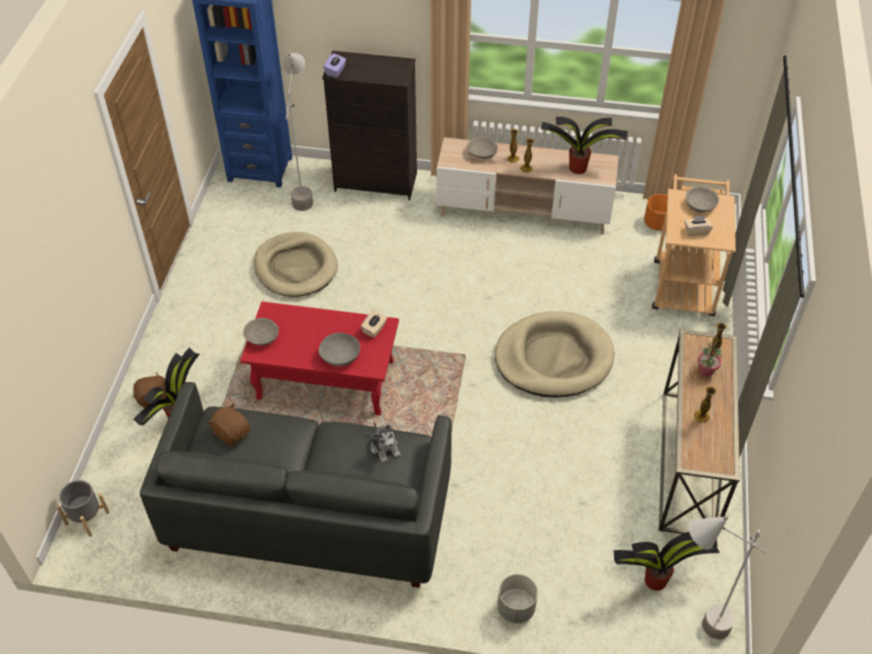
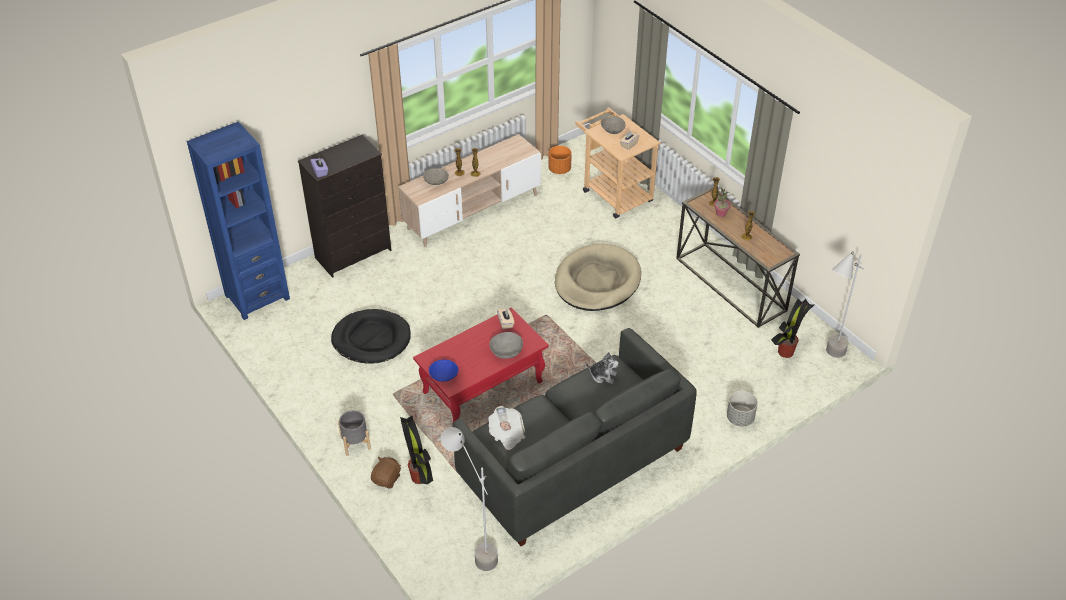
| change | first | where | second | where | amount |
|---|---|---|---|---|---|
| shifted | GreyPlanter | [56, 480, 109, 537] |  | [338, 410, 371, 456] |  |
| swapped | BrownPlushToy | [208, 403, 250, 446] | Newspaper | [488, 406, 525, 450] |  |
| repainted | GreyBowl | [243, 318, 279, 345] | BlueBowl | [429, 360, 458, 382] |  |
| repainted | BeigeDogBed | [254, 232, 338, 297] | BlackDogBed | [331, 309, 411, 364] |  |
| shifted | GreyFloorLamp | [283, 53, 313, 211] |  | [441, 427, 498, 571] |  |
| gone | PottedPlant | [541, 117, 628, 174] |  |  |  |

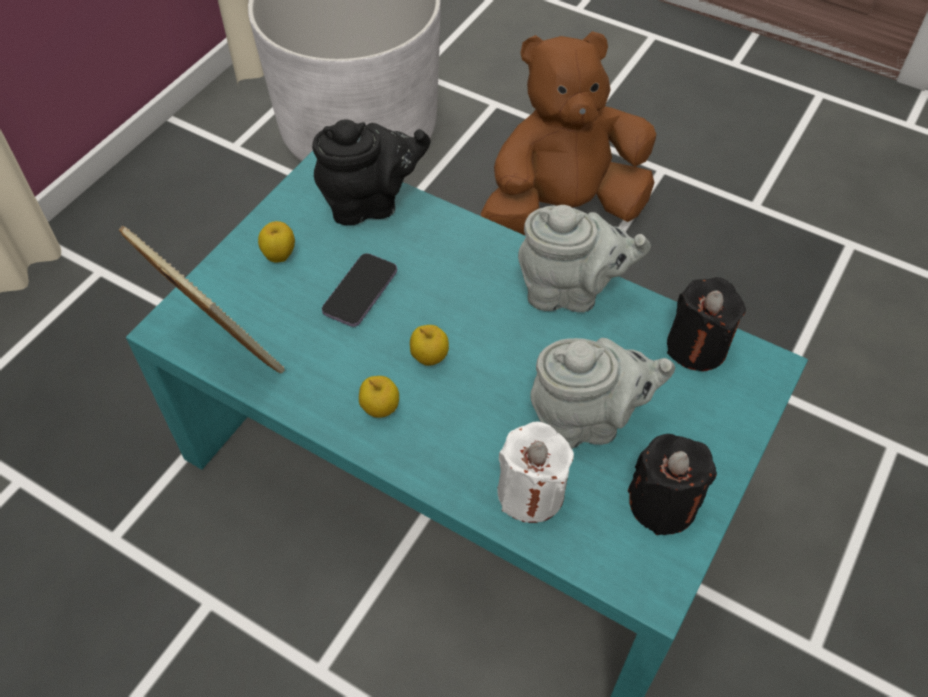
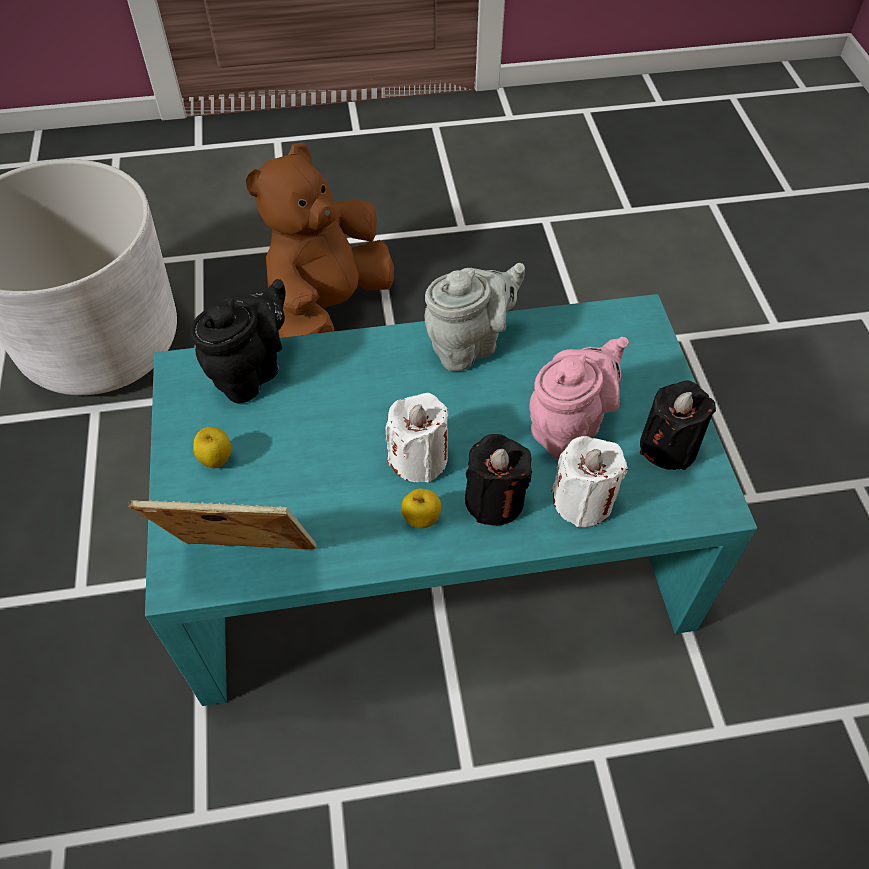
| change | first | where | second | where | amount |
|---|---|---|---|---|---|
| gone | Phone | [322, 253, 397, 327] |  |  |  |
| swapped | Apple | [410, 325, 449, 366] | WhiteCandle | [386, 393, 448, 483] |  |
| repainted | GreyTeapot | [530, 338, 675, 449] | PinkTeapot | [529, 337, 629, 460] |  |
| shifted | BlackCandle | [667, 277, 746, 371] |  | [465, 434, 532, 526] |  |

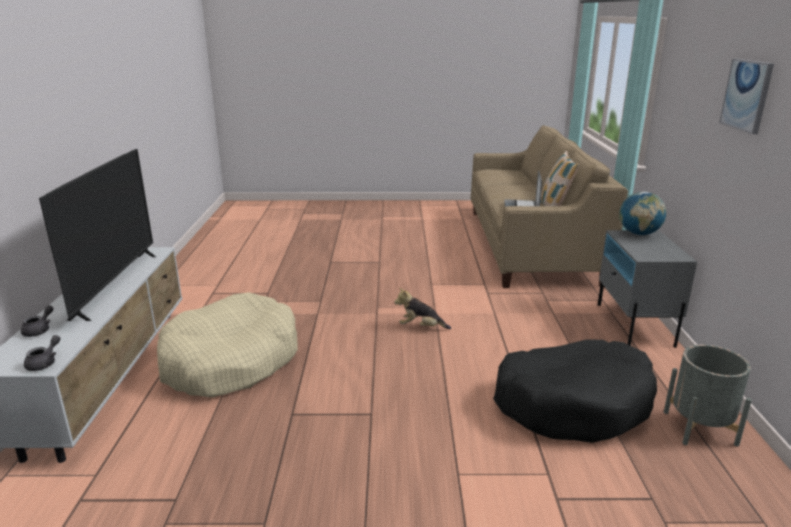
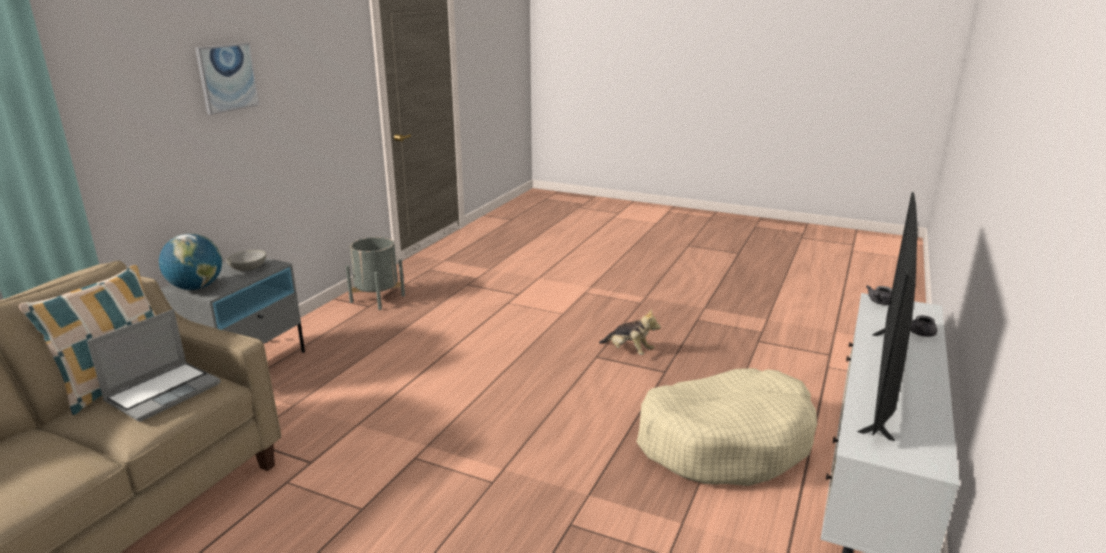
| change | first | where | second | where | amount |
|---|---|---|---|---|---|
| shifted | PlushToy | [394, 288, 451, 329] |  | [599, 309, 661, 355] |  |
| gone | BlackDogBed | [493, 340, 657, 443] |  |  |  |
| new |  |  | GreyBowl | [226, 250, 266, 271] |  |

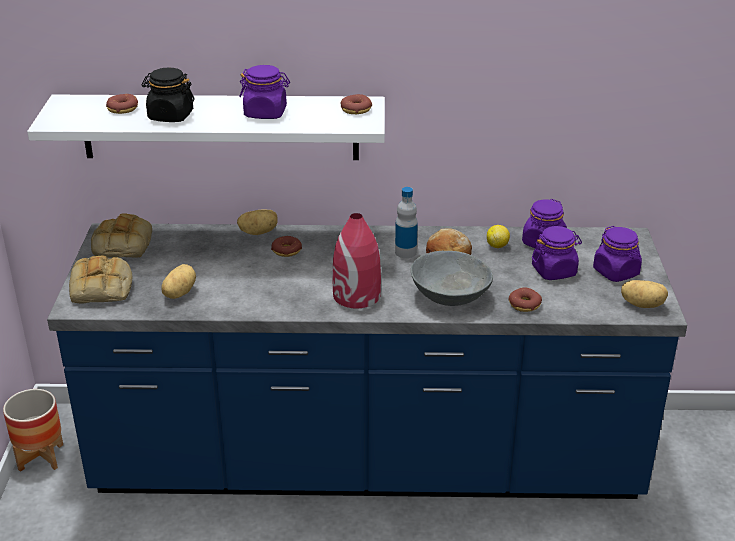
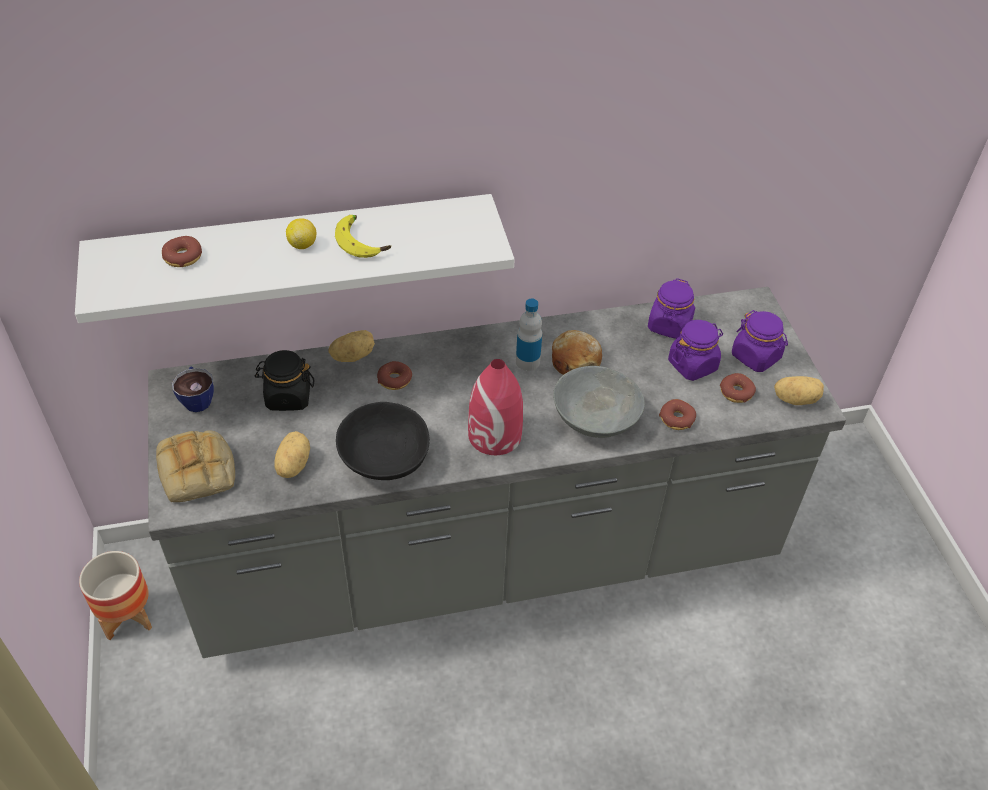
| change | first | where | second | where | amount |
|---|---|---|---|---|---|
| repainted | BlueCounter | [47, 223, 687, 499] | GreyCounter | [148, 287, 846, 658] |  |
| swapped | Bread | [91, 213, 152, 258] | Cup | [172, 366, 214, 412] |  |
| shifted | BlackJar | [141, 68, 195, 122] |  | [255, 350, 314, 411] |  |
| swapped | PurpleJar | [239, 65, 290, 119] | Banana | [335, 215, 391, 258] |  |
| shifted | Donut | [341, 94, 372, 114] |  | [720, 373, 756, 403] |  |
| shifted | Lemon | [487, 225, 510, 248] |  | [286, 218, 316, 249] |  |
| new |  |  | BlackBowl | [336, 402, 430, 480] |  |

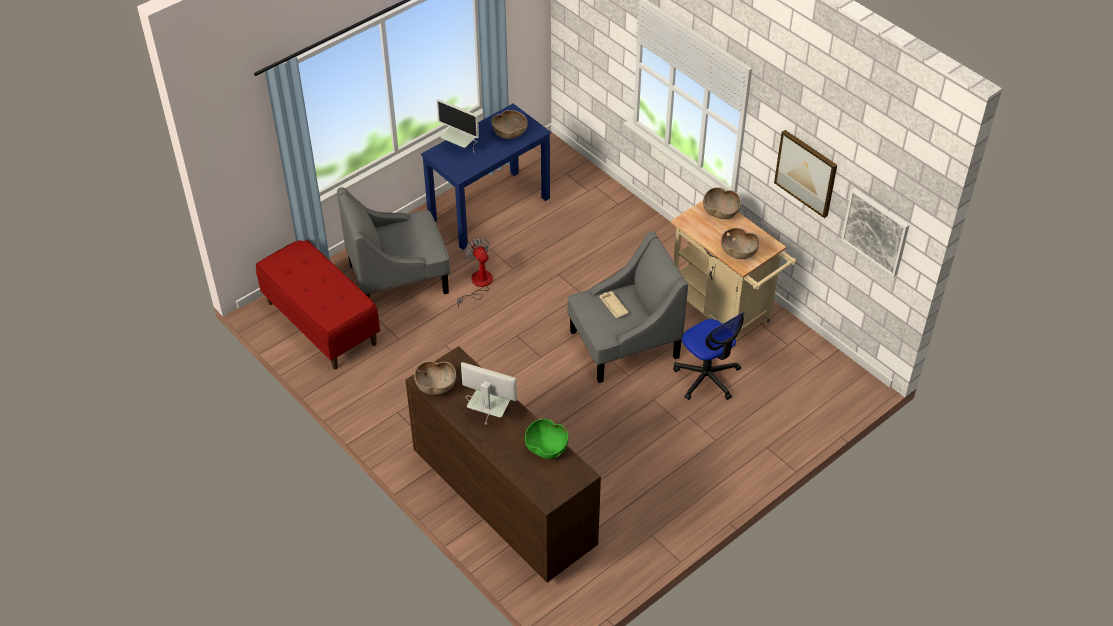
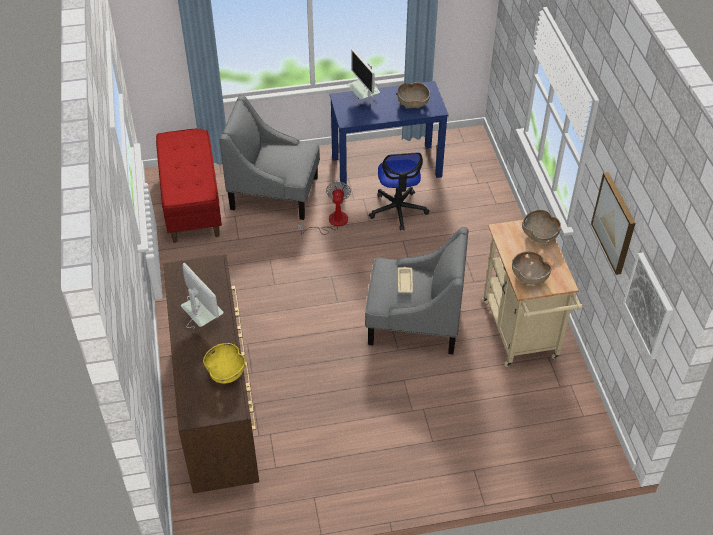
| change | first | where | second | where | amount |
|---|---|---|---|---|---|
| gone | BrownBowl | [414, 361, 456, 395] |  |  |  |
| repainted | GreenBowl | [525, 419, 568, 459] | YellowBowl | [203, 343, 245, 384] |  |
| shifted | OfficeChair | [673, 312, 745, 400] |  | [369, 153, 429, 231] |  |

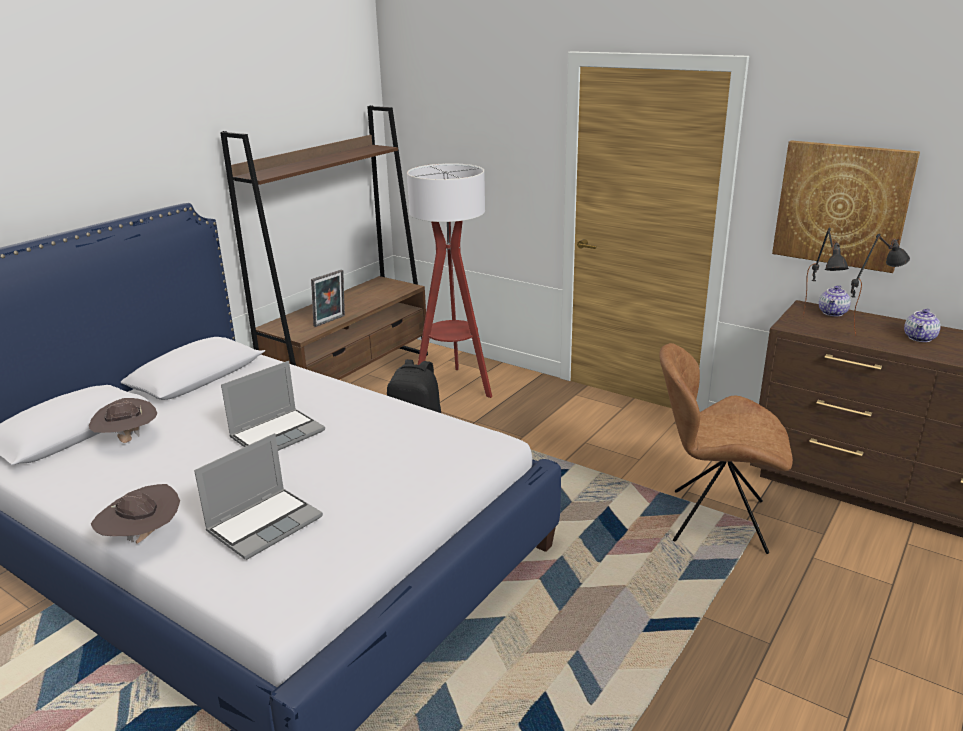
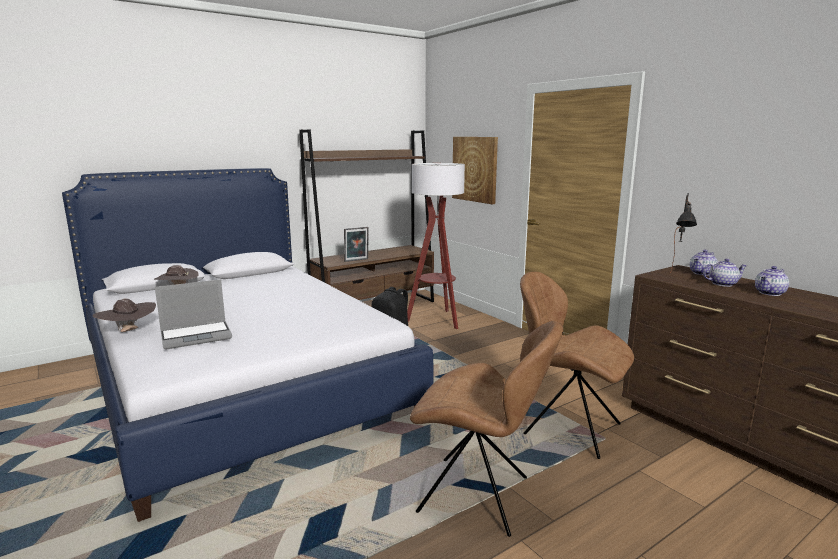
| change | first | where | second | where | amount |
|---|---|---|---|---|---|
| gone | Laptop | [221, 361, 325, 451] |  |  |  |
| shifted | Picture | [772, 140, 920, 273] |  | [452, 137, 498, 204] |  |
| swapped | BlackTableLamp | [851, 233, 910, 336] | Teapot | [703, 259, 747, 287] |  |
| new |  |  | BrownChair | [410, 321, 563, 537] |  |

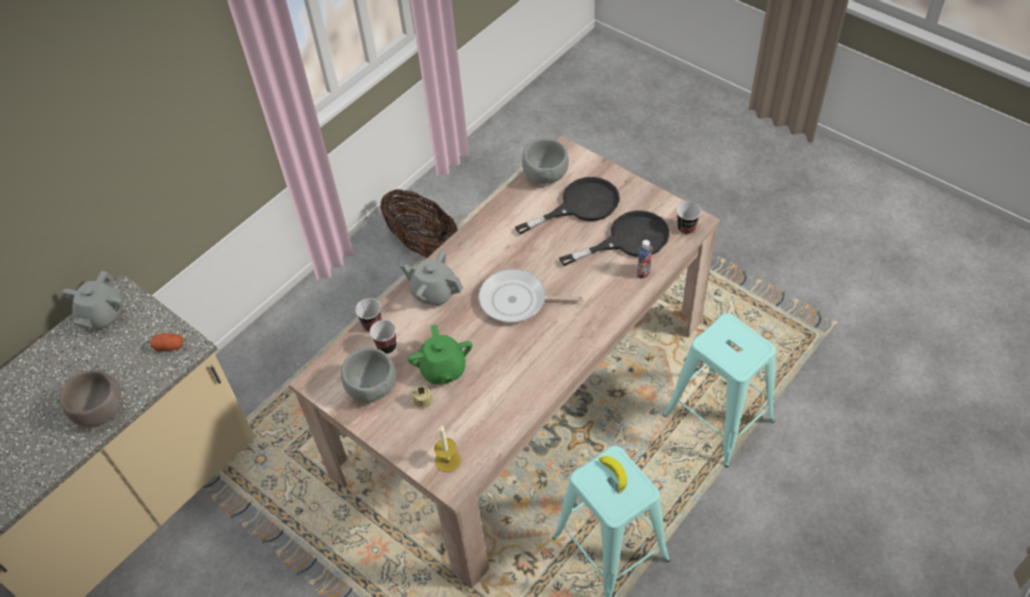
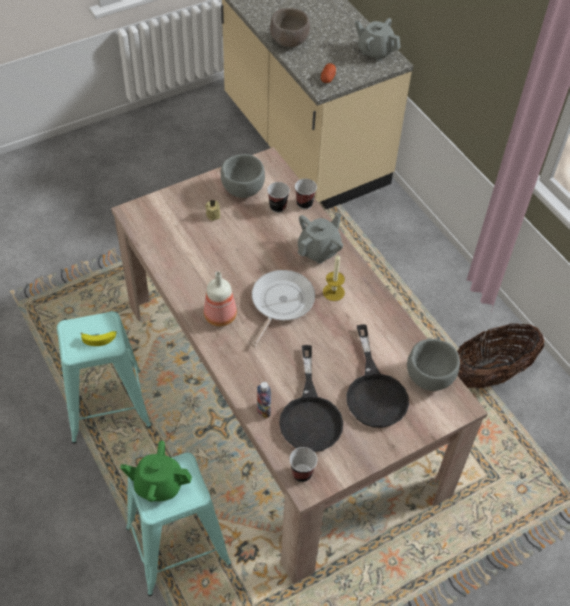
| change | first | where | second | where | amount |
|---|---|---|---|---|---|
| shifted | GreenTeapot | [407, 325, 472, 384] |  | [120, 440, 192, 502] |  |
| shifted | Candle | [434, 425, 461, 472] |  | [323, 255, 345, 301] |  |
| new |  |  | Bottle | [204, 271, 237, 326] |  |

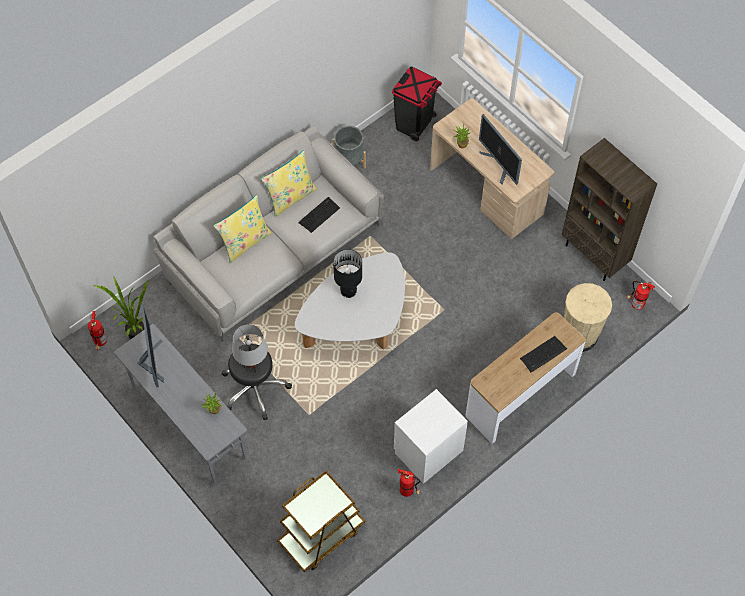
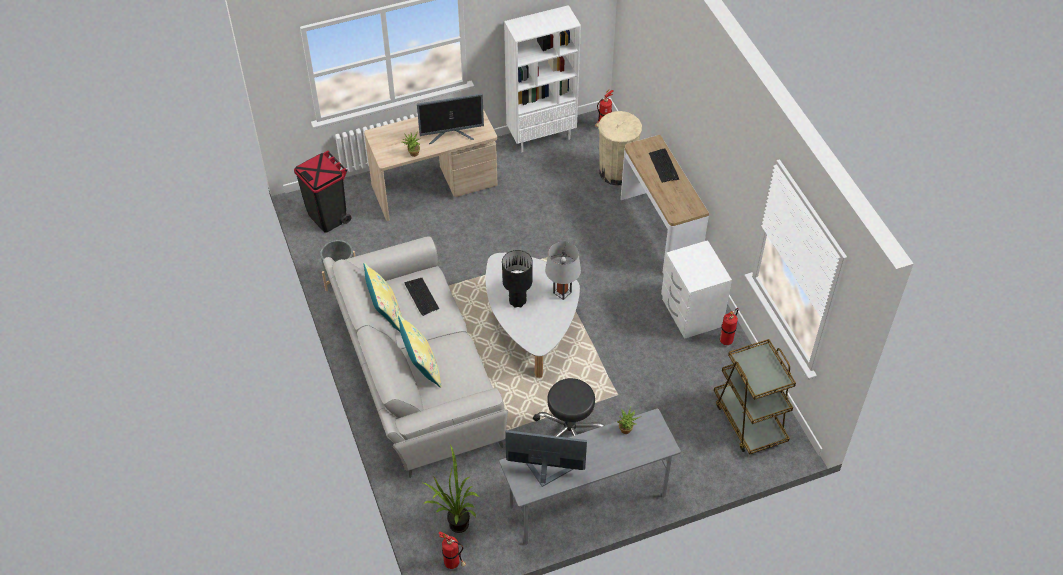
| change | first | where | second | where | amount |
|---|---|---|---|---|---|
| shifted | GreyTableLamp | [232, 324, 268, 373] |  | [545, 241, 581, 300] |  |
| repainted | BrownBookcase | [562, 138, 657, 281] | WhiteBookcase | [504, 5, 581, 152] |  |

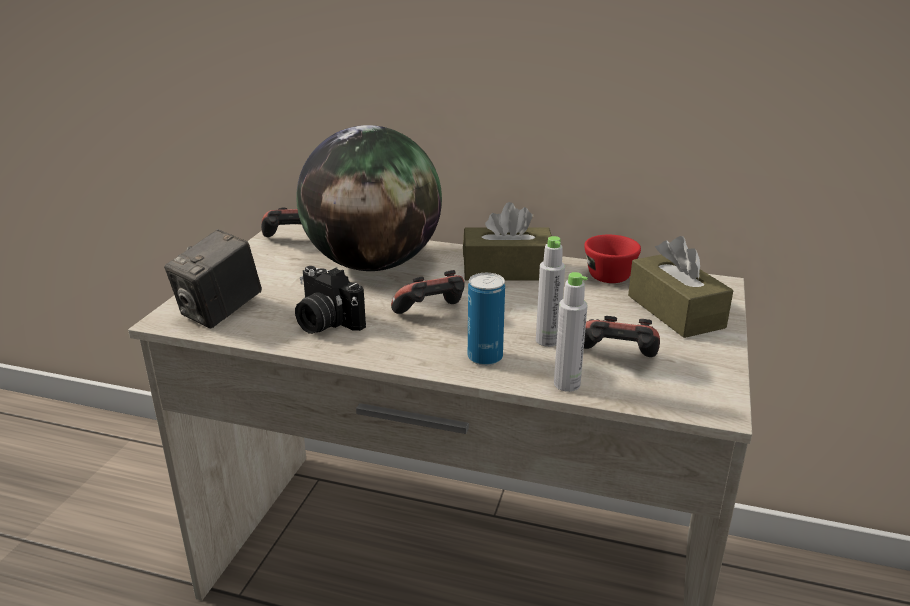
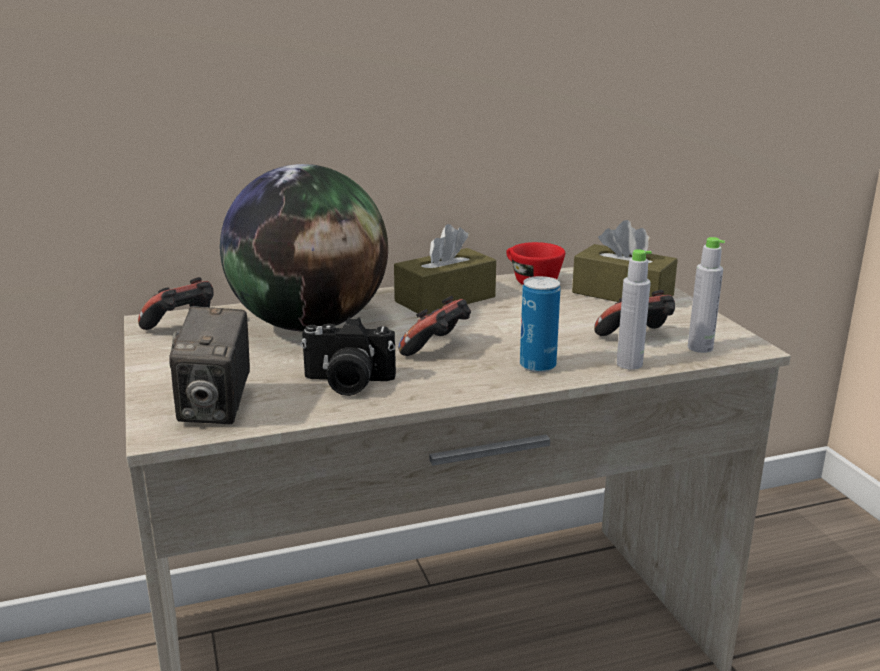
| change | first | where | second | where | amount |
|---|---|---|---|---|---|
| shifted | GreyBottle | [536, 236, 565, 347] |  | [688, 237, 725, 353] |  |

